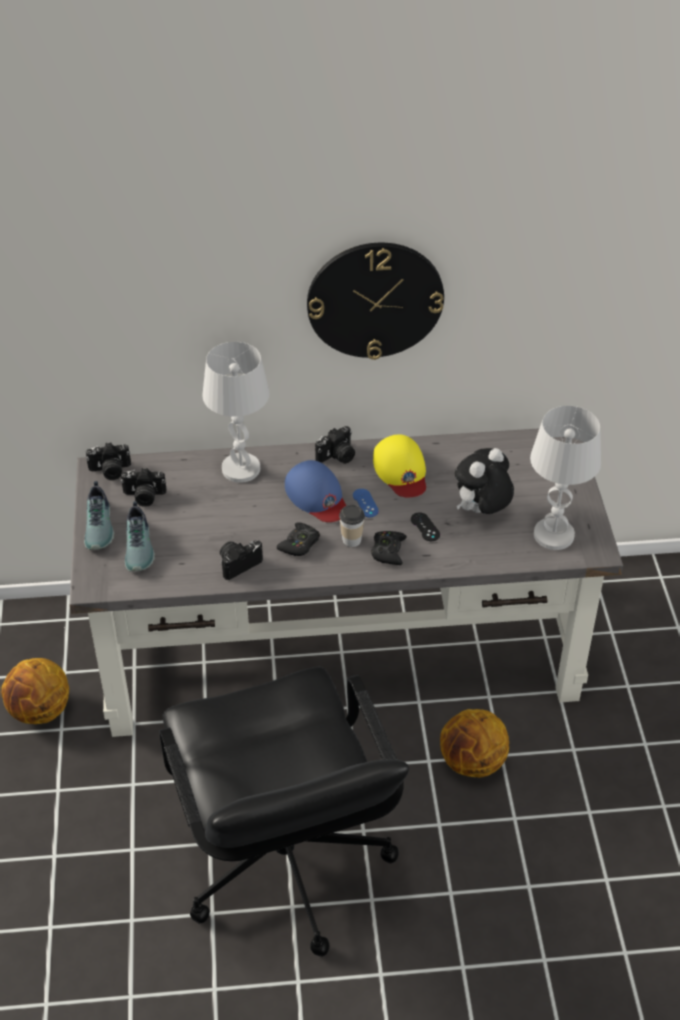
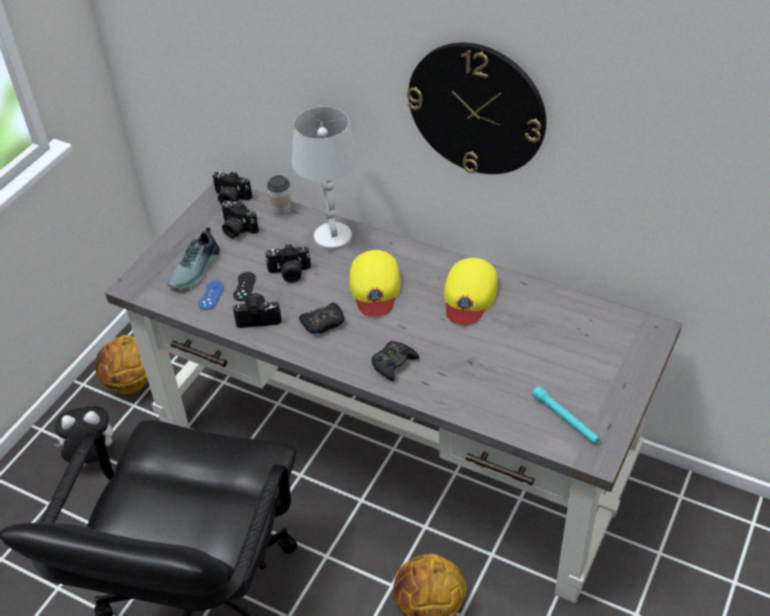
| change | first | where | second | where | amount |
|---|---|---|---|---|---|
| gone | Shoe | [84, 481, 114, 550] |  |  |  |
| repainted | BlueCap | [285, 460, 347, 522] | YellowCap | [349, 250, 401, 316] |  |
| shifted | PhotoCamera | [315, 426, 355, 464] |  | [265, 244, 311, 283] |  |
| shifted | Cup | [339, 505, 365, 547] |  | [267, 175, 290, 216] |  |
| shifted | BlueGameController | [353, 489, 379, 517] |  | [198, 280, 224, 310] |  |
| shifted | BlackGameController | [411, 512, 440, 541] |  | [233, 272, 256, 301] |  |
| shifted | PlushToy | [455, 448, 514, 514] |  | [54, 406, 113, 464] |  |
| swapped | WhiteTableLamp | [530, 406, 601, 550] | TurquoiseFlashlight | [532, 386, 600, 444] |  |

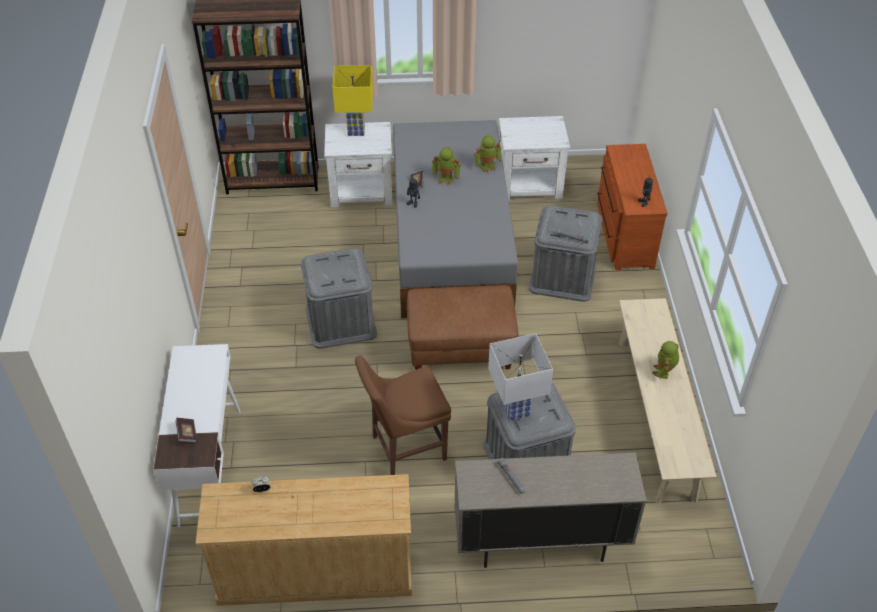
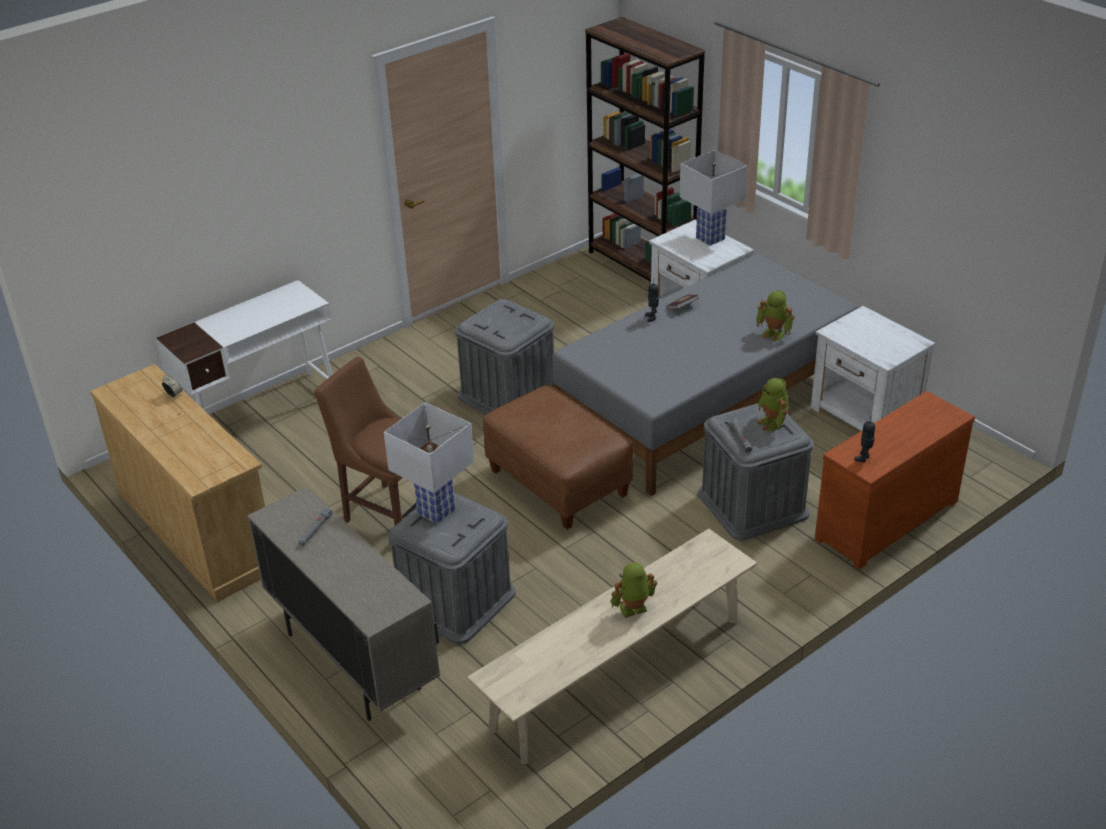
| change | first | where | second | where | amount |
|---|---|---|---|---|---|
| gone | Book | [175, 418, 197, 443] |  |  |  |
| repainted | YellowTableLamp | [332, 65, 373, 136] | WhiteTableLamp | [679, 150, 747, 246] |  |
| shifted | ToyRobot | [432, 147, 461, 185] |  | [757, 378, 788, 431] |  |

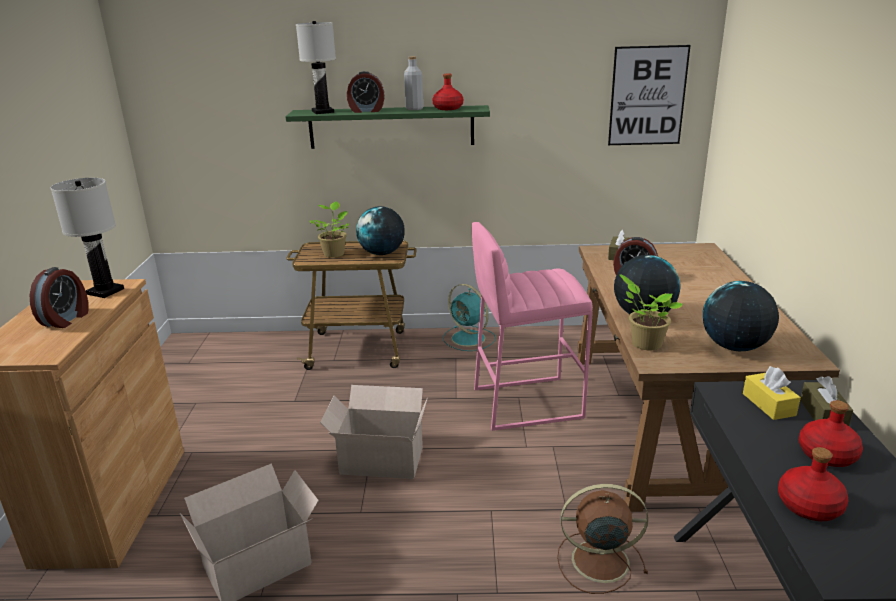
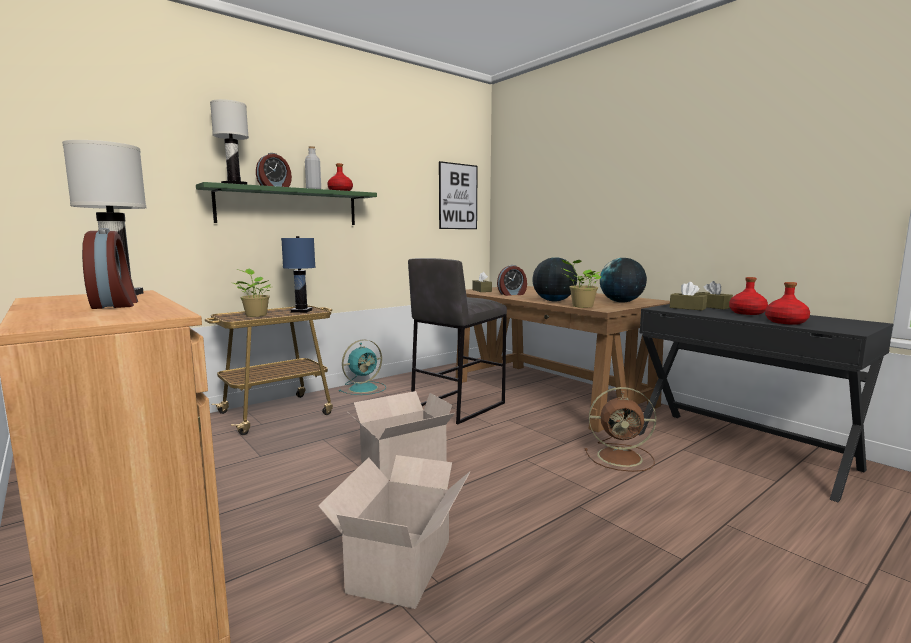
| change | first | where | second | where | amount |
|---|---|---|---|---|---|
| swapped | Globe | [356, 206, 405, 255] | BlueTableLamp | [281, 236, 315, 313] |  |
| rotated | TurquoiseFan | [443, 284, 496, 351] |  | [339, 340, 386, 395] | 45 degrees counterclockwise |
| repainted | PinkStool | [472, 222, 593, 431] | GreyStool | [408, 258, 507, 424] |  |
| rotated | BrownFan | [557, 484, 648, 594] |  | [585, 387, 656, 472] | 135 degrees counterclockwise |
| repainted | YellowTissueBox | [743, 366, 801, 420] | BrownTissueBox | [669, 282, 707, 311] |  |

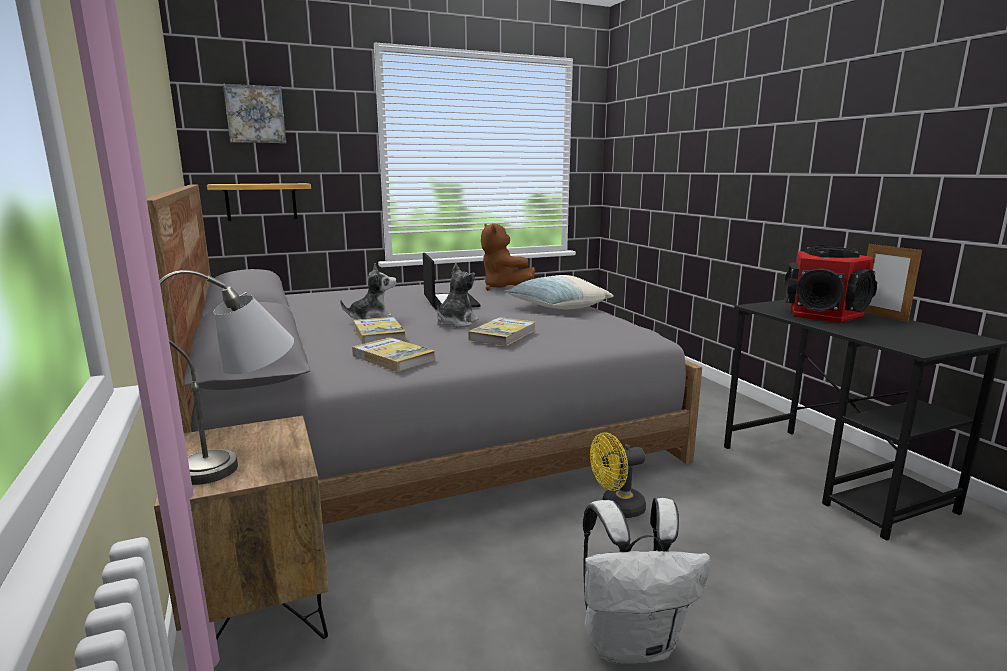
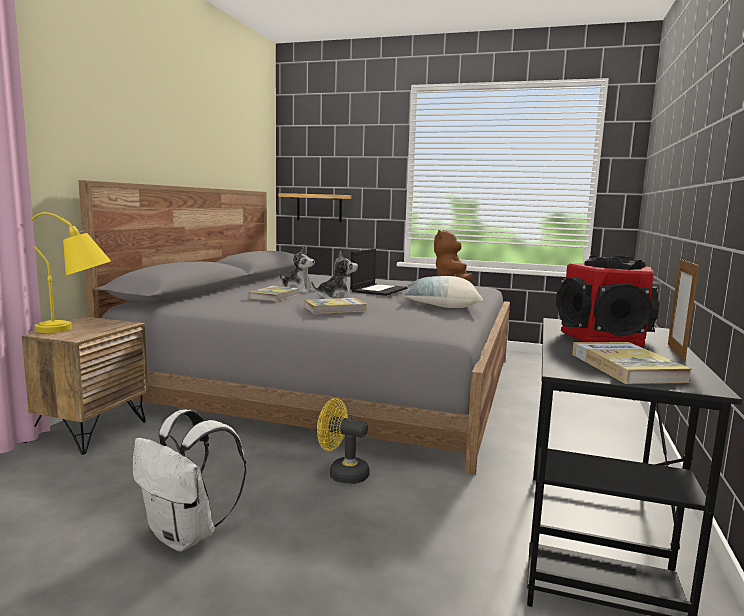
| change | first | where | second | where | amount |
|---|---|---|---|---|---|
| repainted | GreyTableLamp | [160, 270, 294, 485] | YellowTableLamp | [31, 212, 111, 333] |  |
| gone | Picture | [223, 84, 287, 143] |  |  |  |
| shifted | Book | [352, 337, 435, 372] |  | [572, 342, 692, 384] |  |

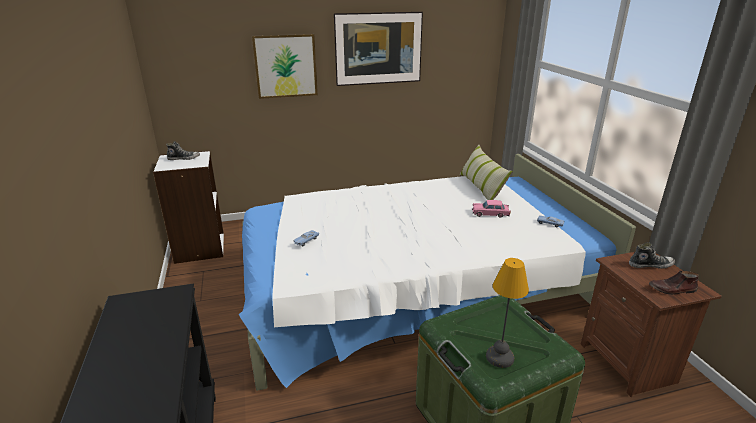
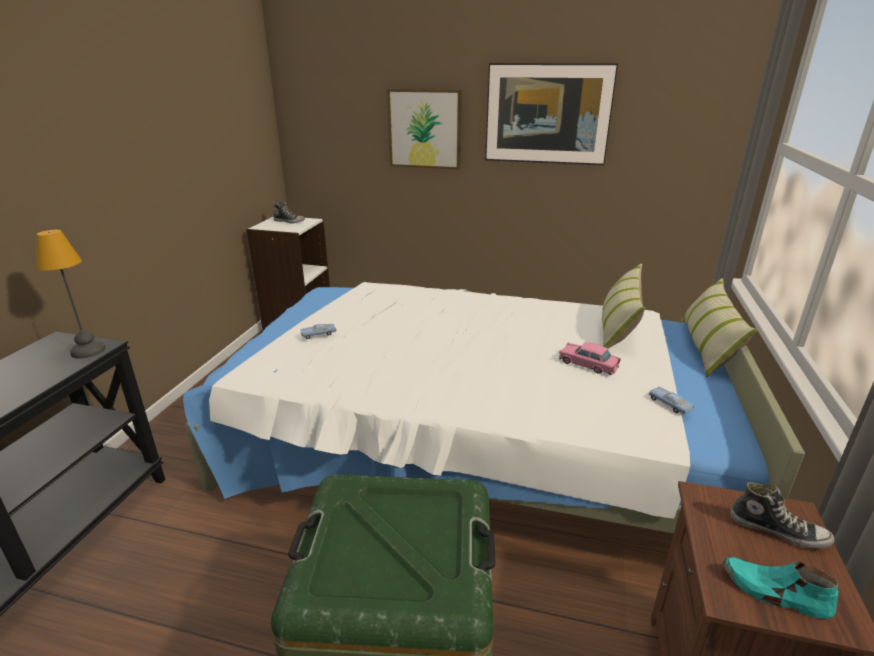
| change | first | where | second | where | amount |
|---|---|---|---|---|---|
| shifted | TableLamp | [486, 258, 529, 368] |  | [36, 230, 106, 359] |  |
| repainted | BrownShoe | [649, 271, 698, 295] | TurquoiseShoe | [723, 557, 838, 619] |  |
| new |  |  | Pillow | [681, 278, 758, 377] |  |

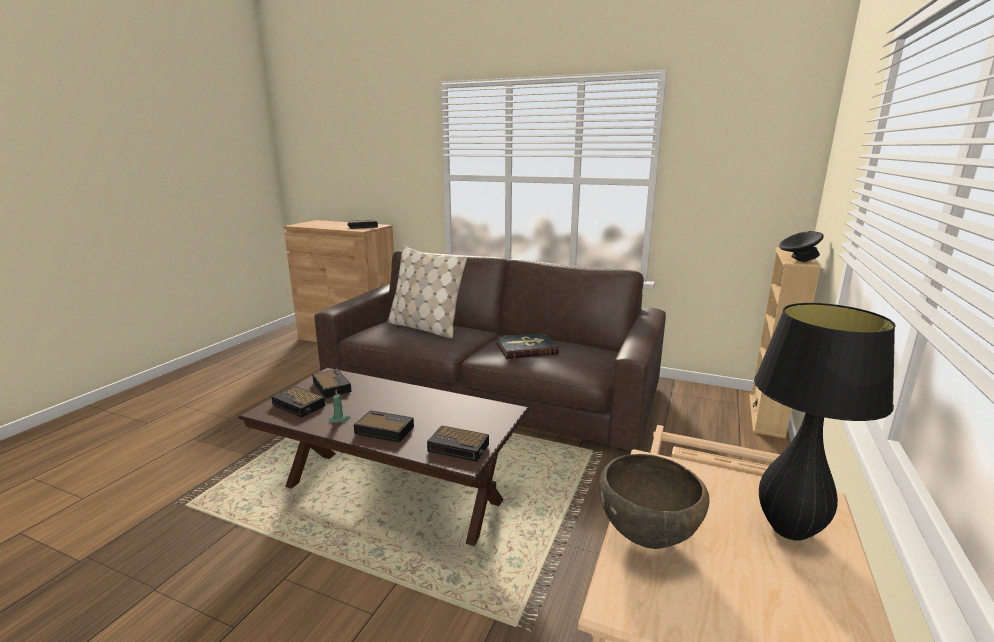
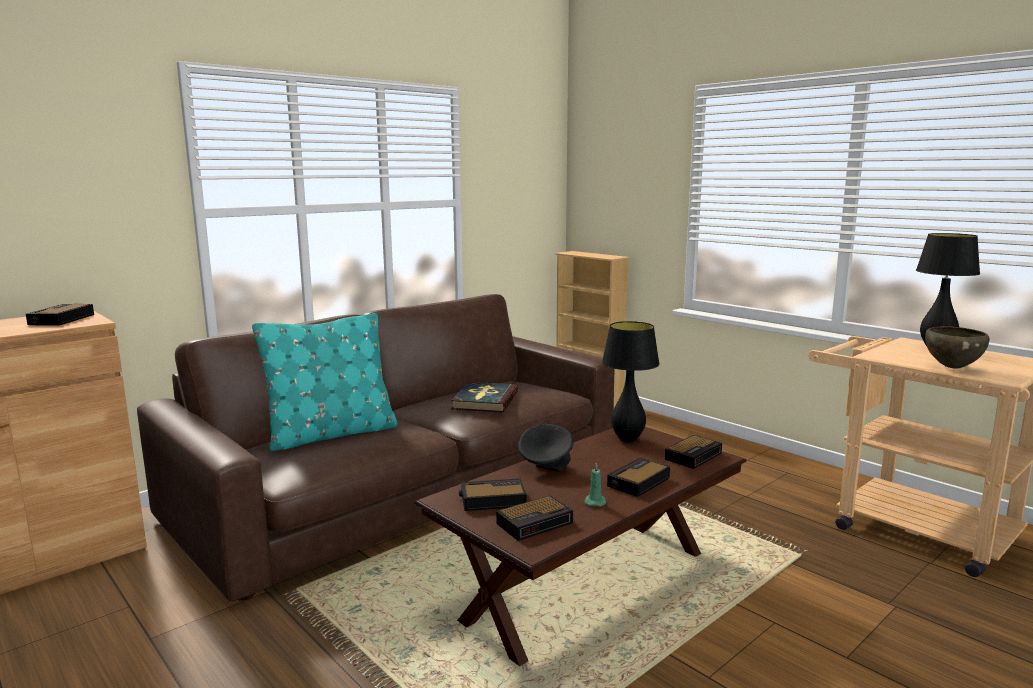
| change | first | where | second | where | amount |
|---|---|---|---|---|---|
| repainted | BeigePillow | [388, 246, 467, 338] | TurquoisePillow | [252, 313, 398, 451] |  |
| shifted | BlackBowl | [779, 231, 824, 262] |  | [518, 424, 573, 472] |  |
| new |  |  | BlackTableLamp | [602, 321, 660, 442] |  |

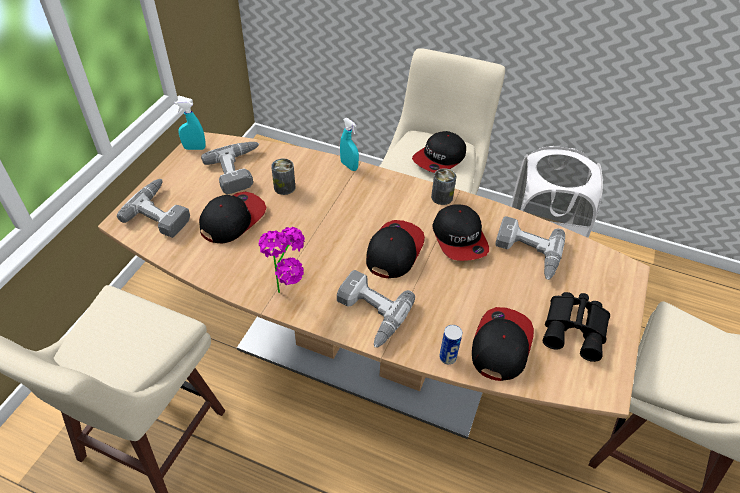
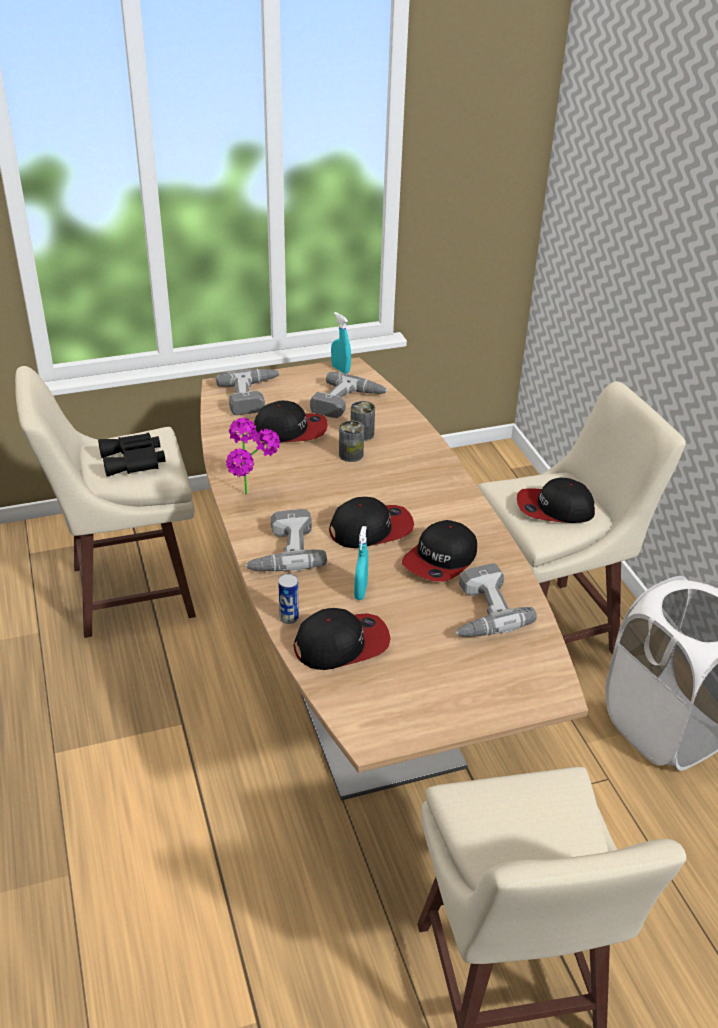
| change | first | where | second | where | amount |
|---|---|---|---|---|---|
| shifted | TurquoiseSprayBottle | [340, 118, 359, 171] |  | [354, 526, 368, 600] |  |
| shifted | Can | [431, 168, 457, 205] |  | [339, 421, 364, 462] |  |
| shifted | BlackBinoculars | [543, 292, 610, 362] |  | [98, 433, 165, 477] |  |

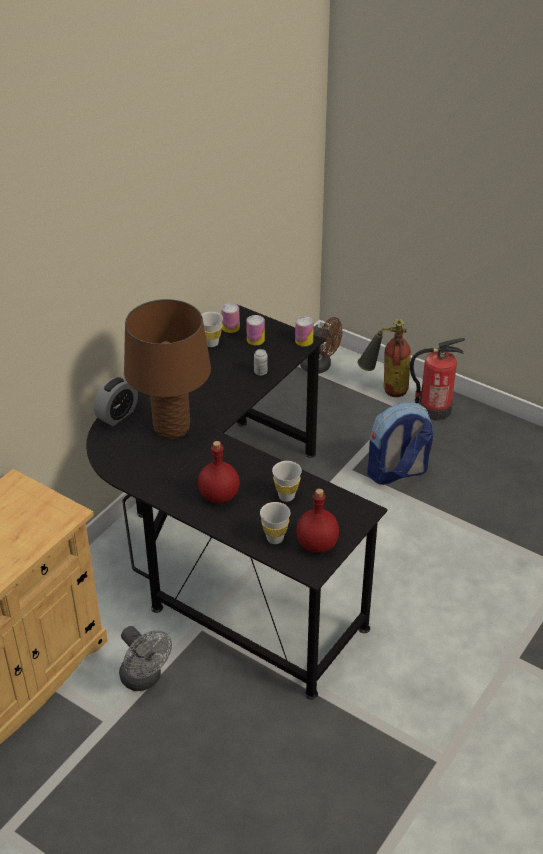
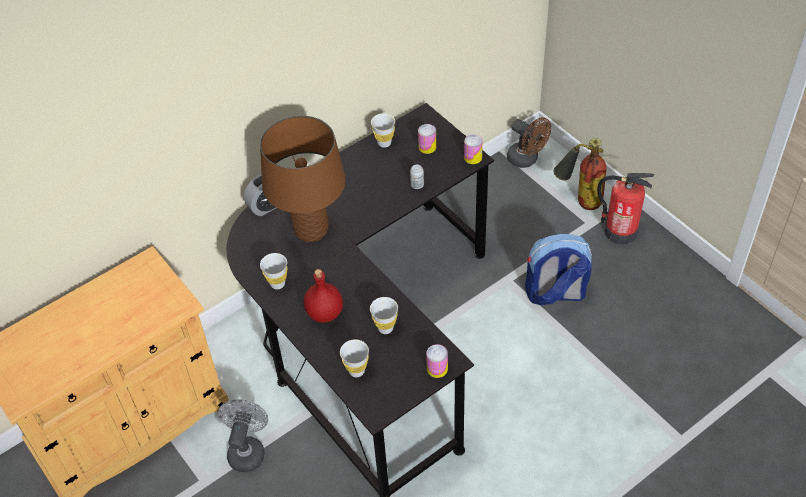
| change | first | where | second | where | amount |
|---|---|---|---|---|---|
| rotated | GreyFan | [119, 626, 172, 691] |  | [219, 399, 268, 472] | 150 degrees counterclockwise |
| shifted | Can | [221, 303, 240, 333] |  | [426, 344, 448, 378] |  |
| gone | RedBottle | [296, 489, 339, 553] |  |  |  |
| new |  |  | WhiteCup | [260, 253, 287, 289] |  |

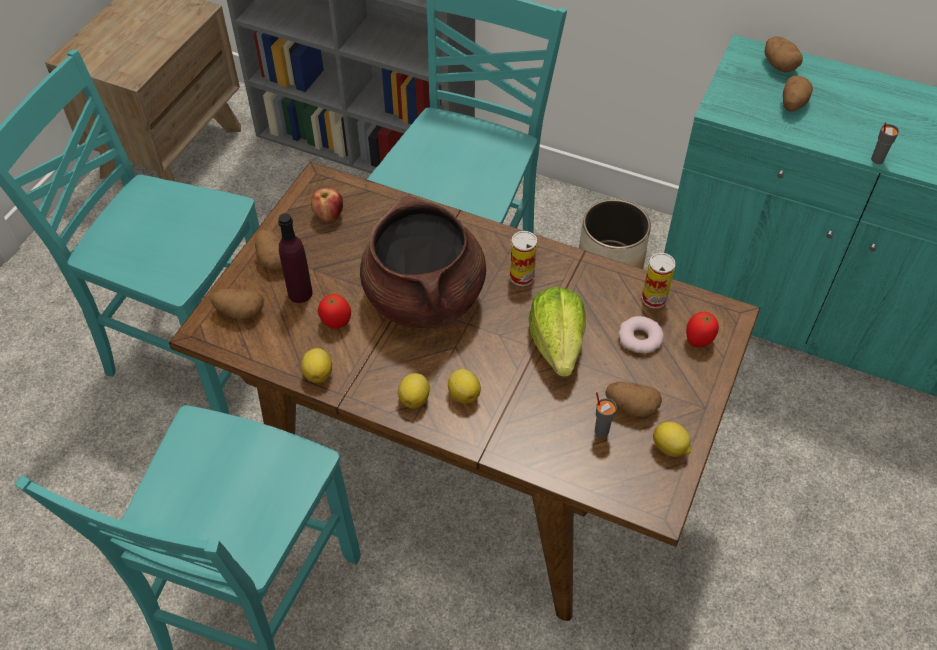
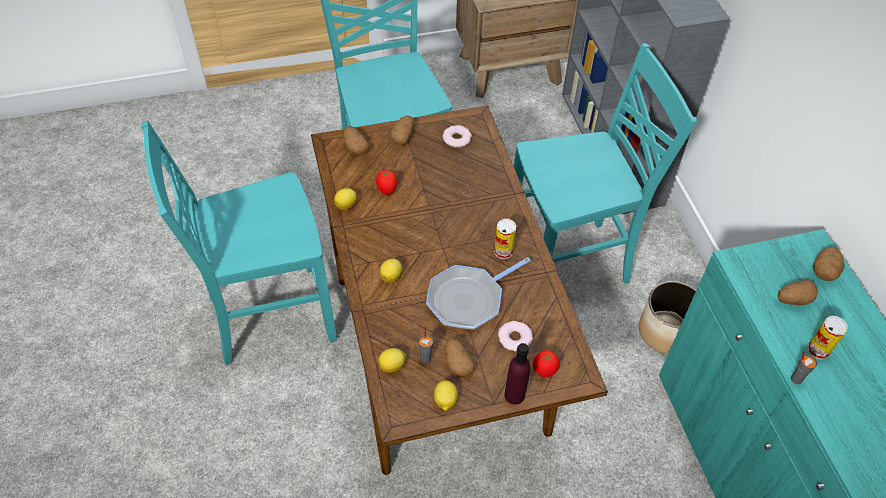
| change | first | where | second | where | amount |
|---|---|---|---|---|---|
| shifted | PurpleBottle | [278, 213, 313, 303] |  | [504, 343, 530, 405] |  |
| swapped | Apple | [311, 188, 343, 222] | Donut | [443, 125, 472, 148] |  |
| gone | BrownCookingPot | [360, 194, 486, 328] |  |  |  |
| shifted | Lemon | [398, 373, 430, 409] |  | [378, 348, 406, 373] |  |
| swapped | Lettuce | [529, 287, 586, 377] | FryingPan | [426, 257, 531, 330] |  |
| shifted | Can | [642, 253, 676, 308] |  | [808, 316, 848, 360] |  |

